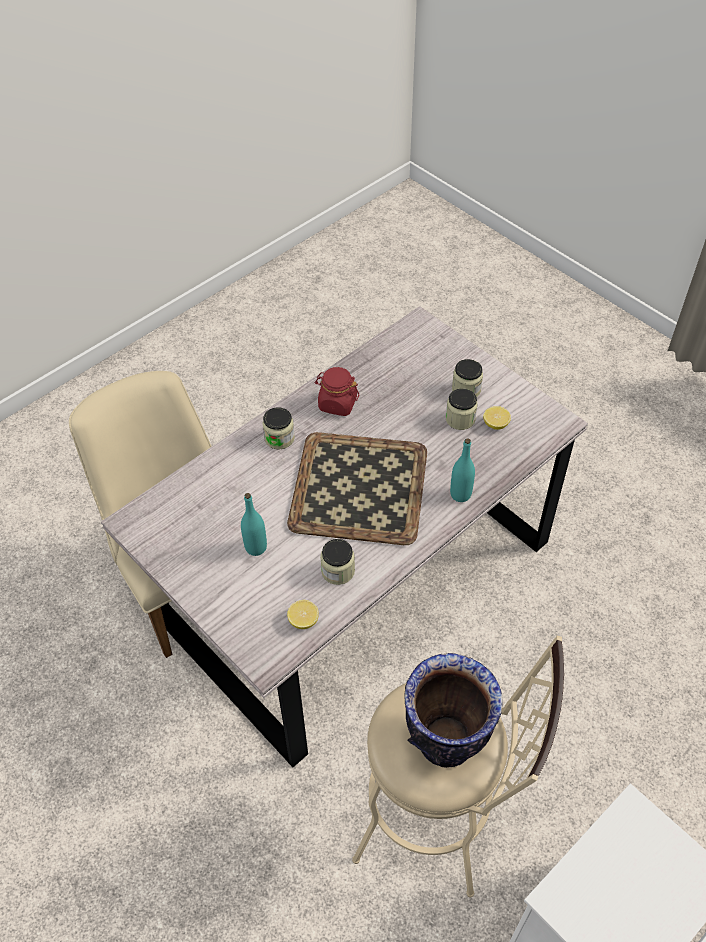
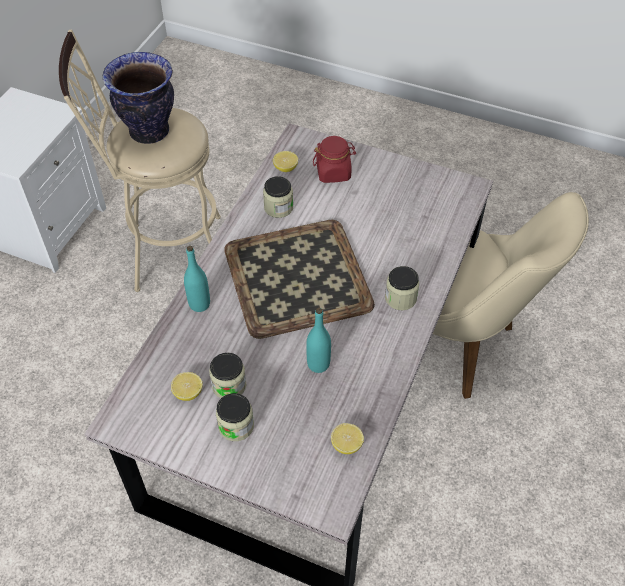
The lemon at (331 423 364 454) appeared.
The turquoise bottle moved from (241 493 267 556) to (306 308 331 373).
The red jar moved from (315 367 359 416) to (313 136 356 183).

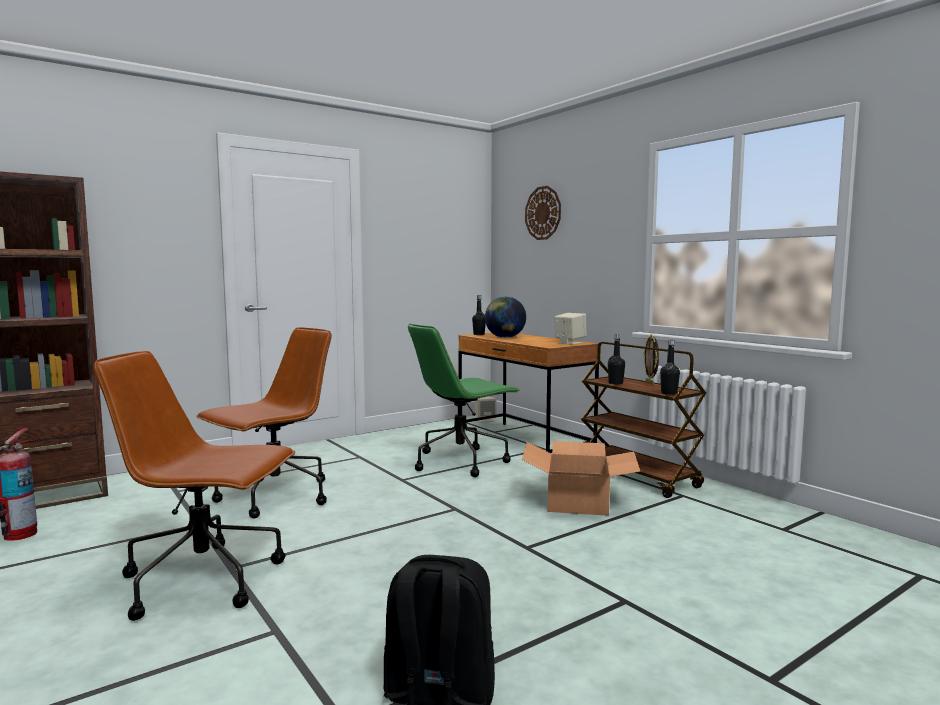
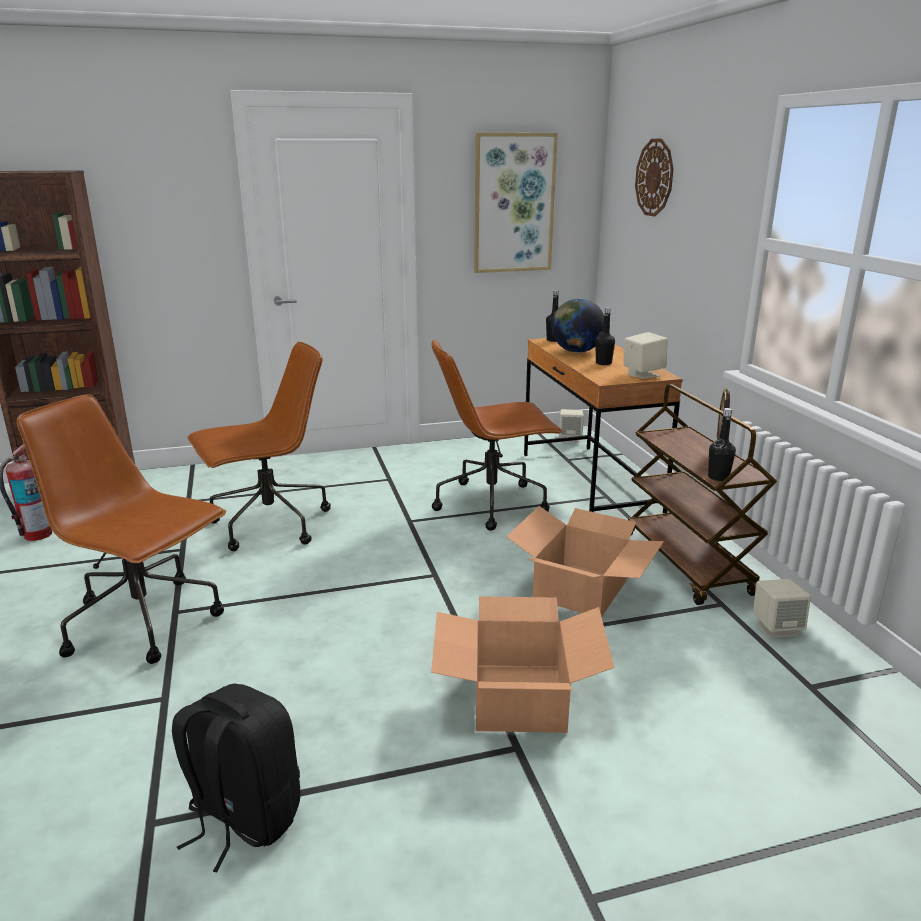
The cardboard box at (431 596 614 733) appeared.
The picture at (474 133 558 273) appeared.
The beige speaker at (753 579 811 638) appeared.
The black bottle moved from (608 334 625 385) to (595 307 615 365).
The green office chair at (408 324 520 477) became the brown office chair at (432 339 563 531).

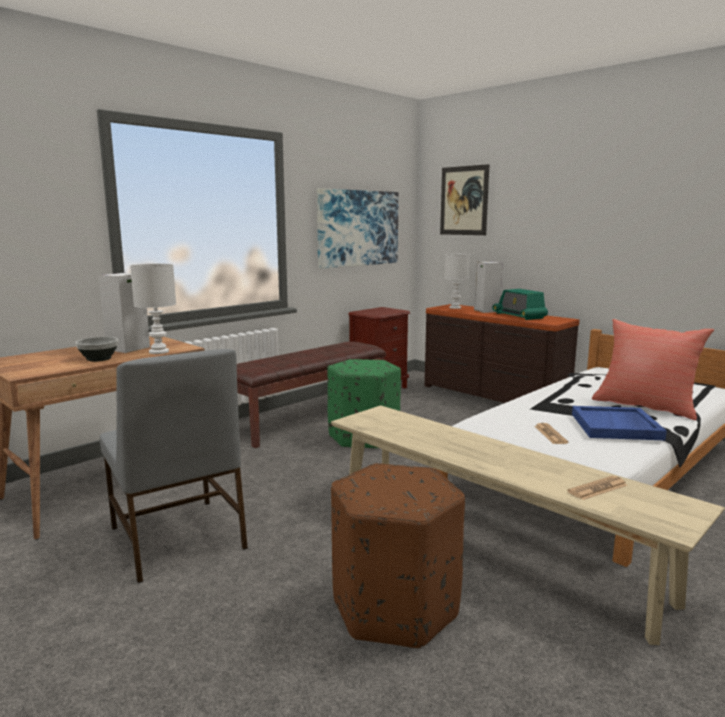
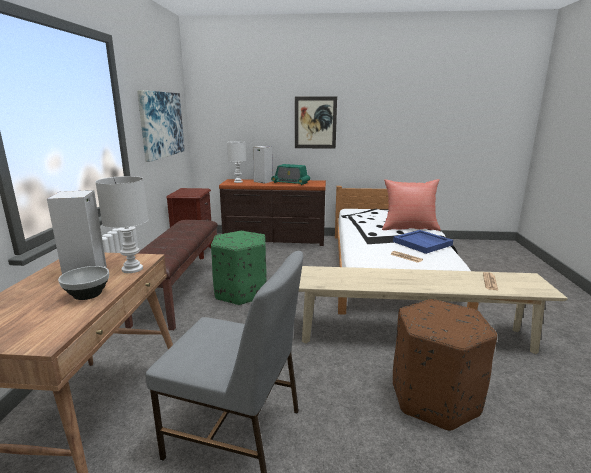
The picture moved from (440 164 490 235) to (295 97 337 149).

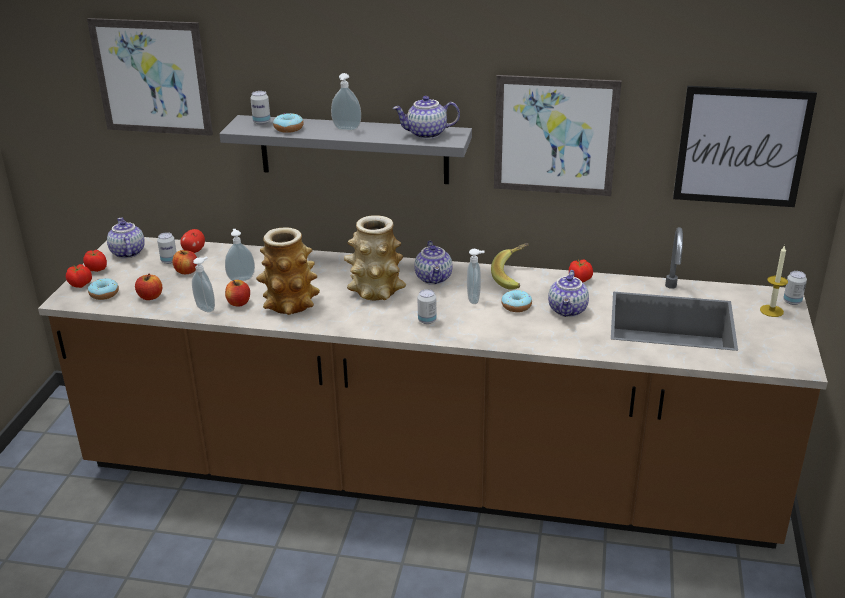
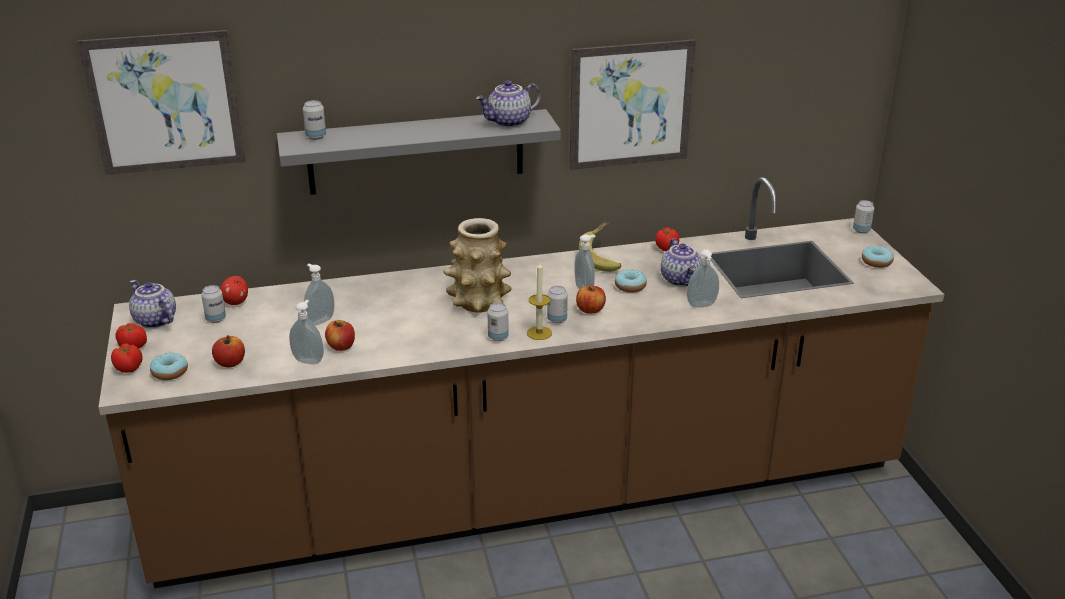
The vase at (256 227 320 315) disappeared.
The teapot at (414 241 452 285) disappeared.
The picture at (673 86 817 207) disappeared.
The can at (487 303 509 341) appeared.
The apple moved from (172 250 198 274) to (576 286 606 314).
The donut moved from (273 113 304 133) to (862 245 894 268).
The soap dispenser moved from (331 73 361 130) to (687 250 719 308).
The candle moved from (760 245 788 317) to (527 262 552 340).

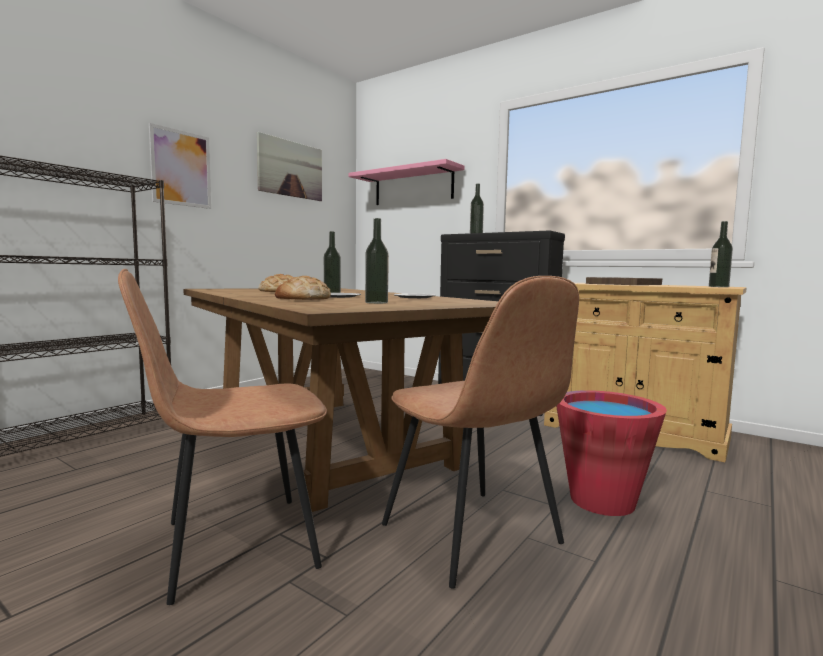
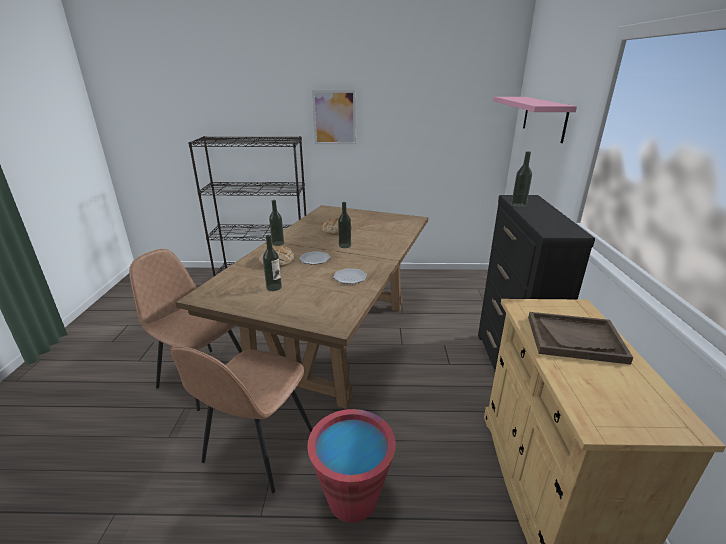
The picture at (257 132 322 201) disappeared.
The bottle moved from (709 221 733 287) to (269 200 284 246).

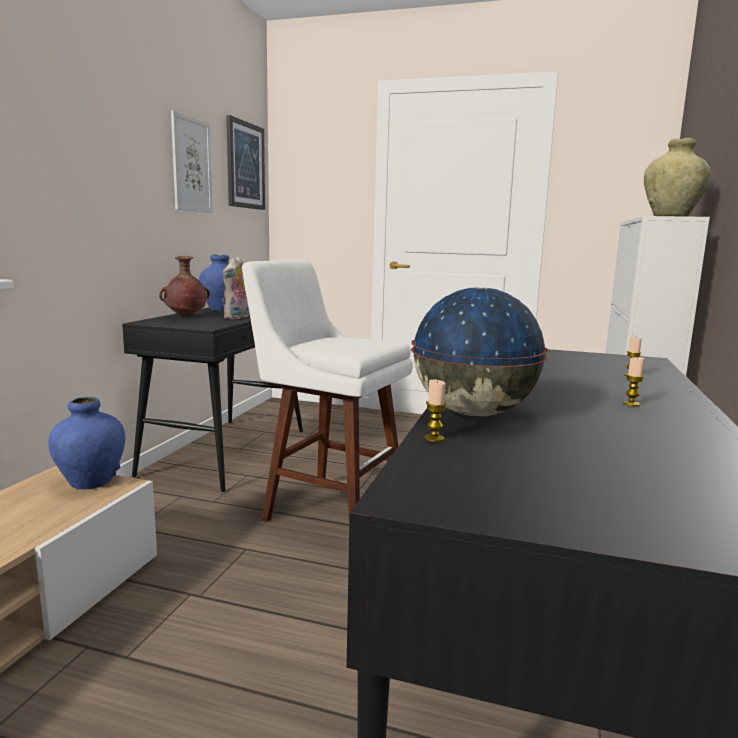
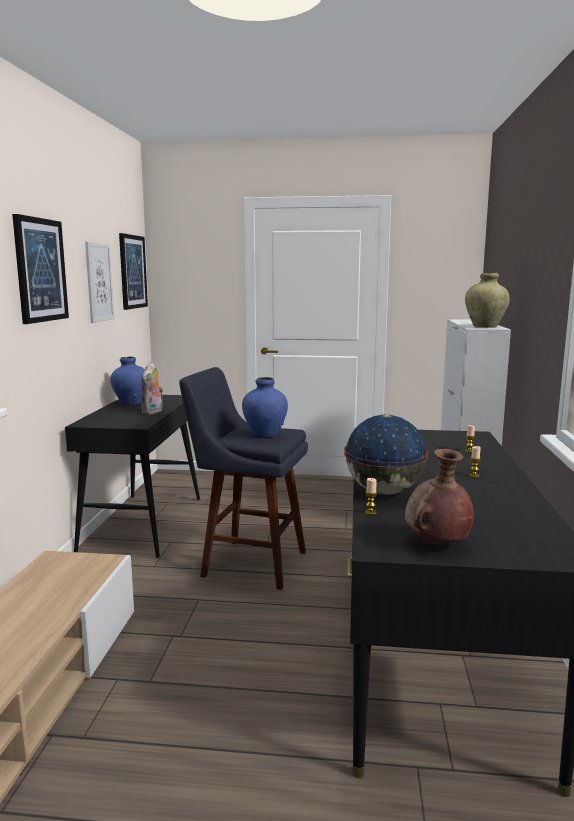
The picture at (12 214 69 324) appeared.
The blue vase moved from (48 397 125 490) to (242 377 288 438).
The brown vase moved from (159 256 210 317) to (405 449 474 544).
The white stool at (242 260 413 522) became the blue stool at (179 367 308 590).

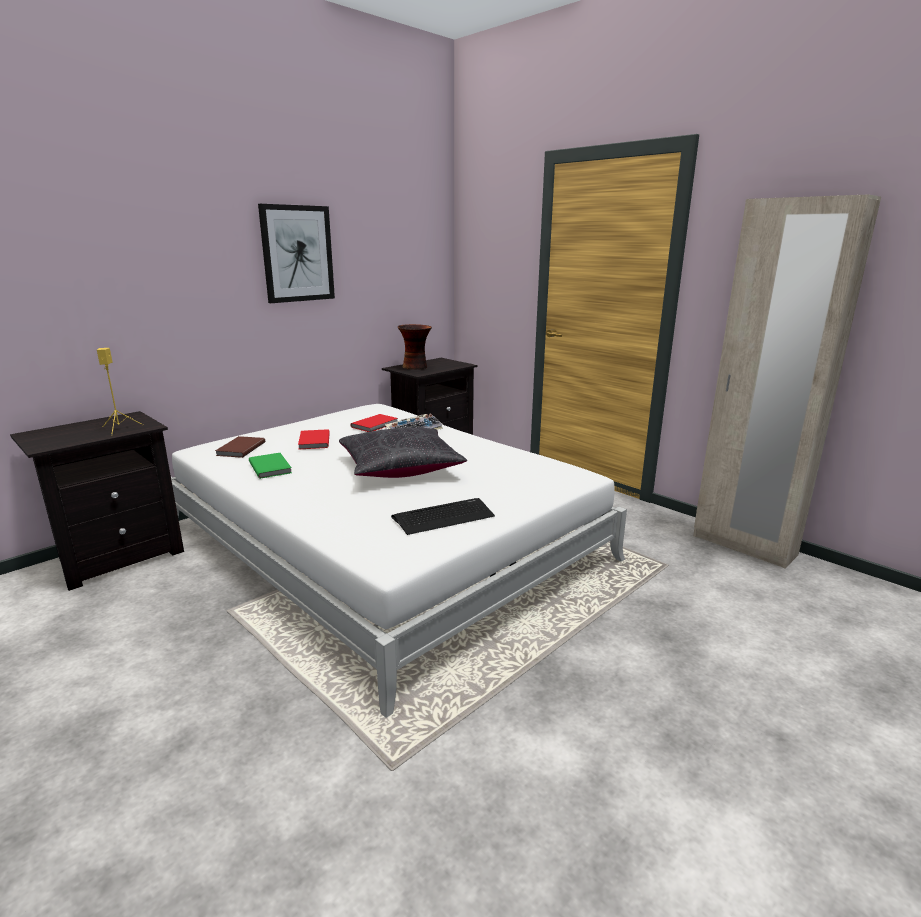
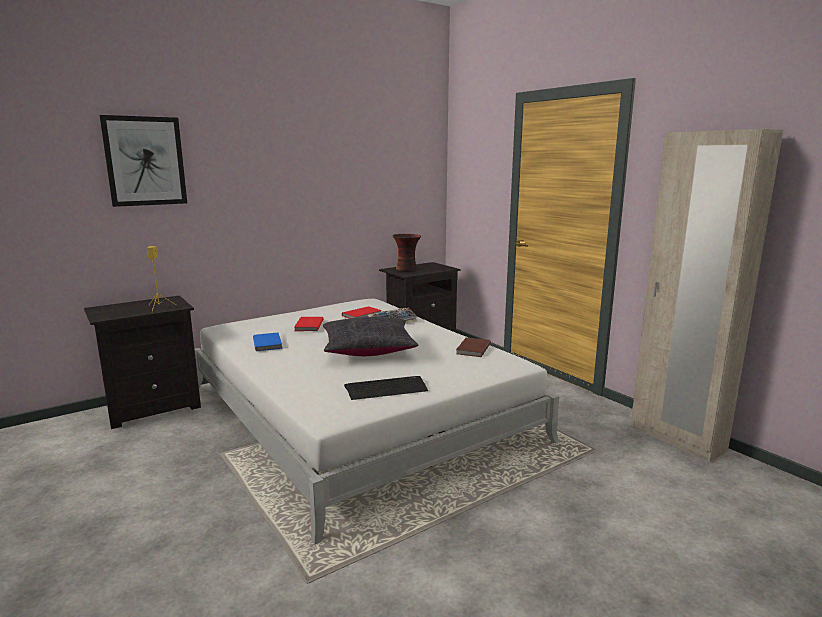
The brown book moved from (215 436 265 458) to (456 337 491 357).
The picture moved from (258 204 335 303) to (99 115 187 207).
The green book at (249 453 292 479) became the blue book at (253 333 283 351).

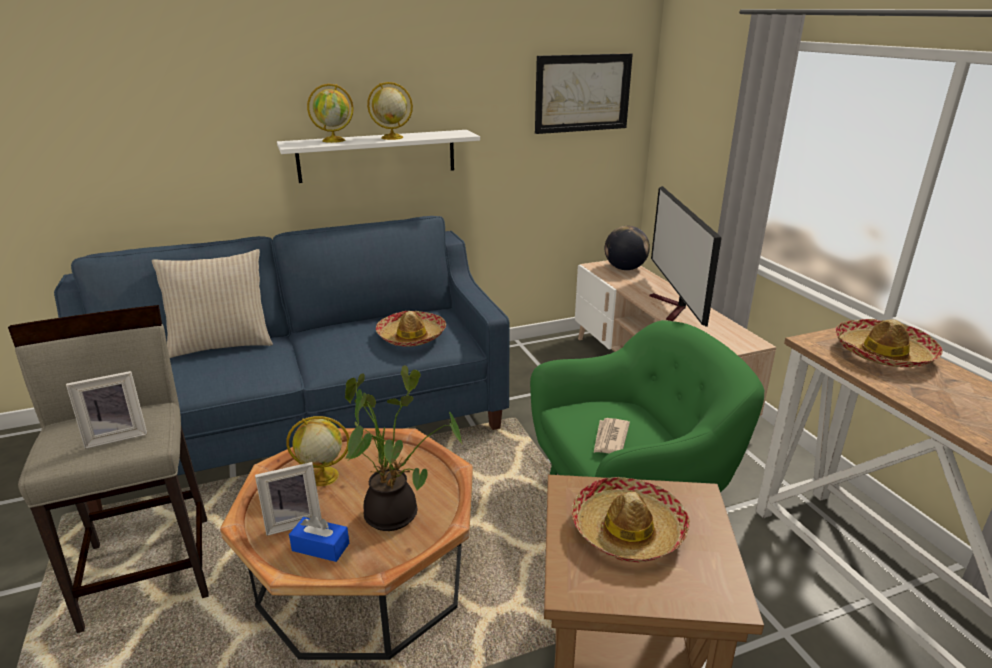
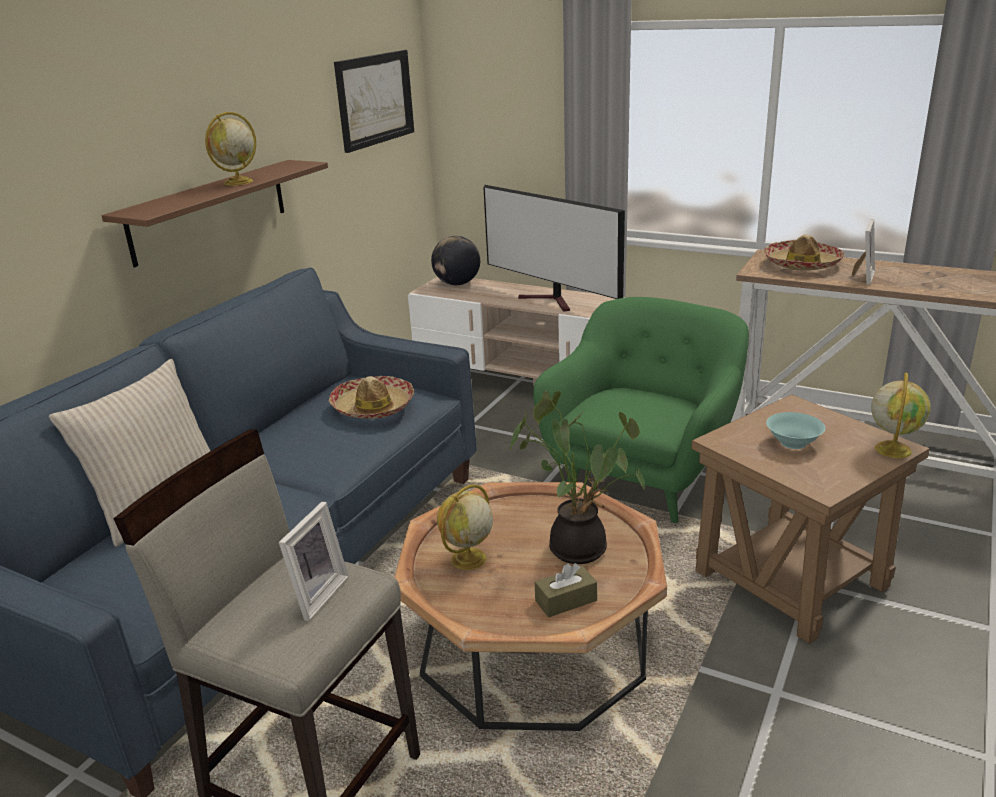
The newspaper at (594 418 630 454) disappeared.
The picture frame moved from (255 462 322 536) to (852 220 875 285).
The globe moved from (307 84 353 143) to (871 373 931 458).
The hat at (572 477 690 562) was replaced by the turquoise bowl at (766 412 825 449).
The white shelf at (277 130 480 183) became the brown shelf at (102 160 328 267).
The blue tissue box at (289 515 349 562) became the brown tissue box at (535 563 597 617).

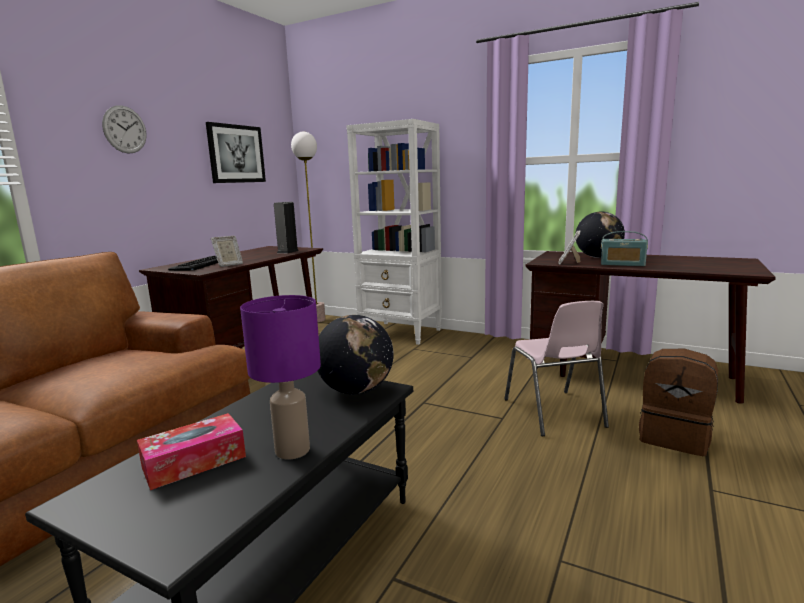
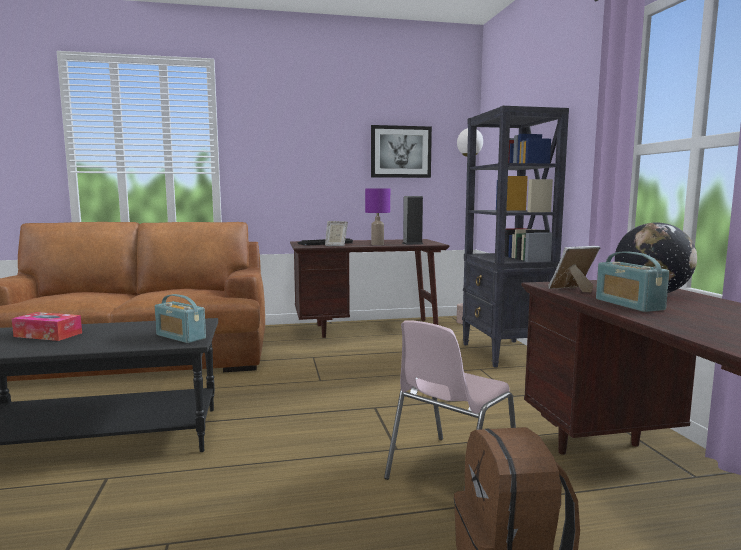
The wall clock at (102 105 147 154) disappeared.
The purple table lamp moved from (240 295 321 460) to (365 188 390 245).
The globe at (317 315 394 394) was replaced by the radio at (155 294 206 343).
The white bookcase at (346 119 442 345) became the black bookcase at (462 106 569 368).

